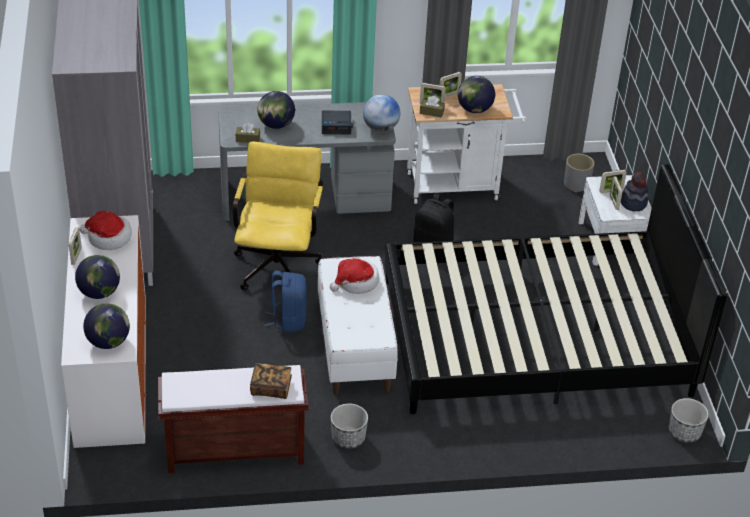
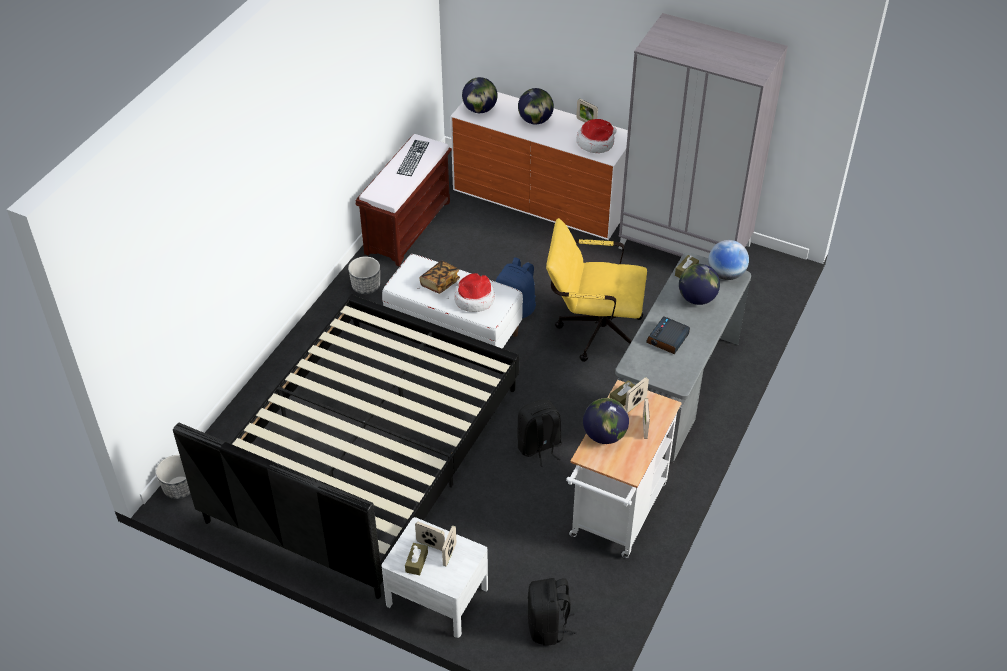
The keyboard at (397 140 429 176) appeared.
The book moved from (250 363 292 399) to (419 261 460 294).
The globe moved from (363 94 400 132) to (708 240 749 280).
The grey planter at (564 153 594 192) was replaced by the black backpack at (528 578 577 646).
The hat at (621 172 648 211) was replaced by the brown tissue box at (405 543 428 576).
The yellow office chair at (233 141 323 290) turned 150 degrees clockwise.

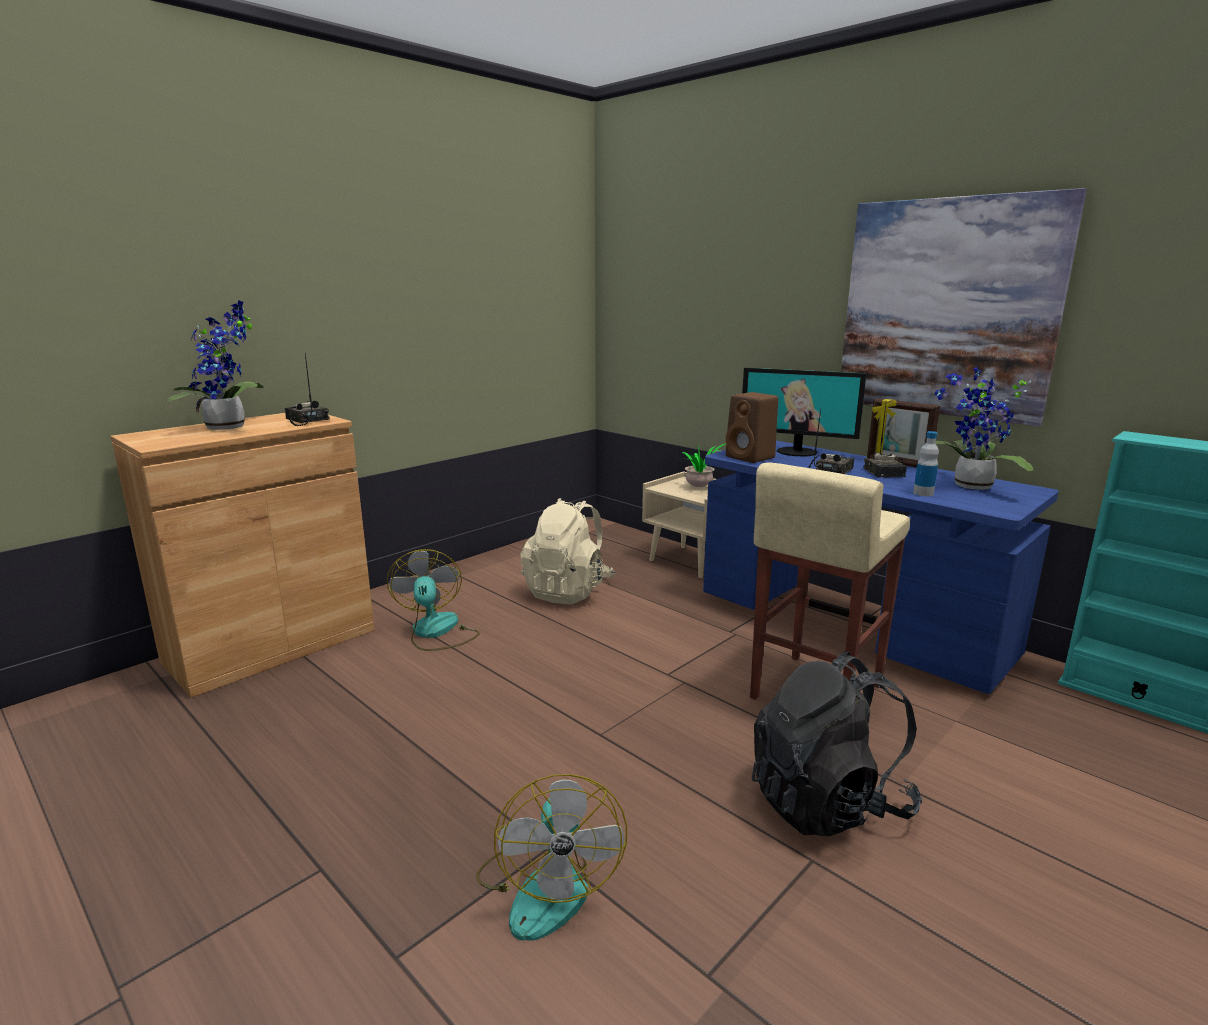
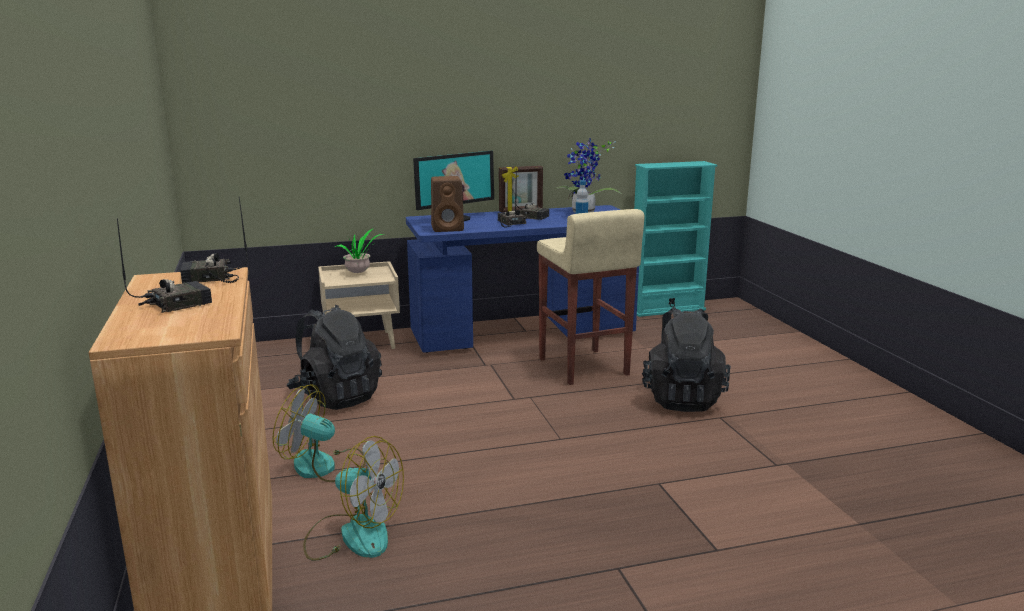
The picture at (841 188 1087 426) disappeared.
The fan moved from (476 774 627 941) to (303 436 404 561).
The potted plant at (167 300 264 430) was replaced by the radio at (117 218 212 313).
The beige backpack at (520 498 615 604) became the black backpack at (287 305 382 410).

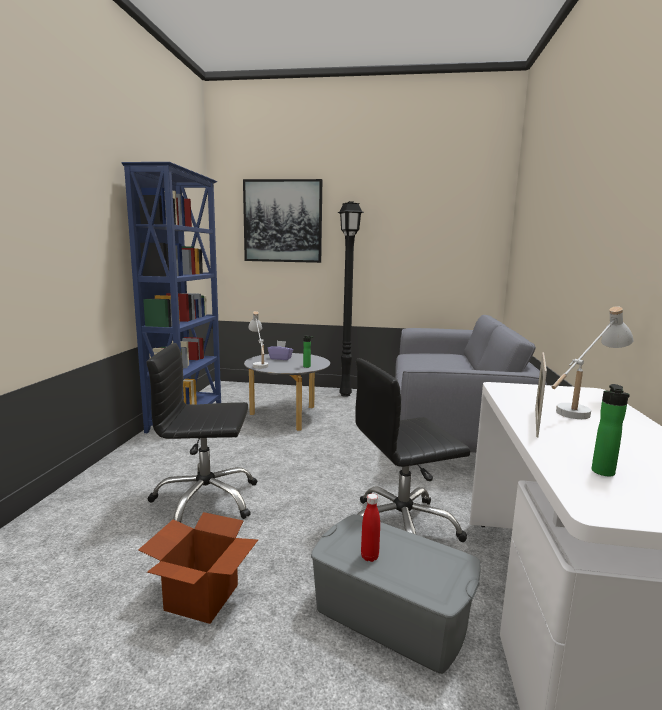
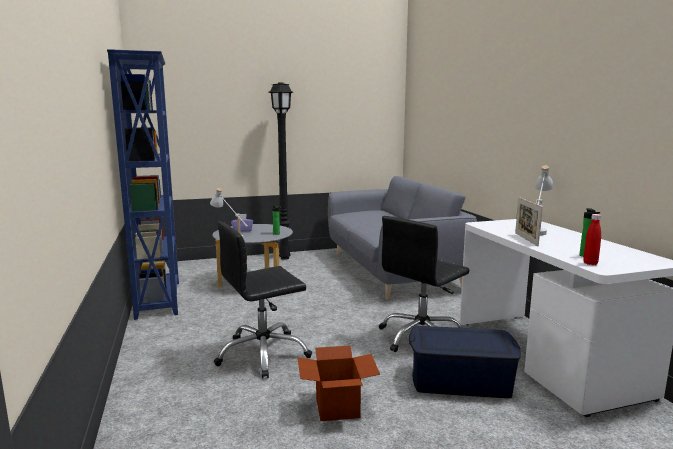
The picture at (243 179 322 263) disappeared.
The red bottle moved from (361 494 380 562) to (583 214 601 265).
The grey storage box at (311 514 481 674) became the blue storage box at (409 326 521 398).

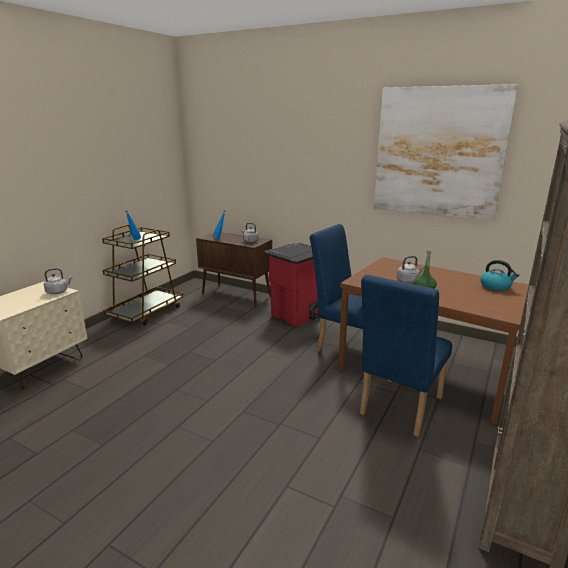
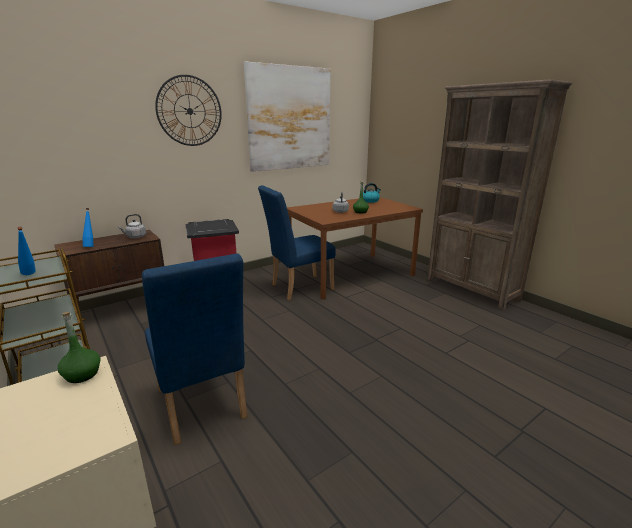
The wall clock at (155 75 222 146) appeared.
The blue chair moved from (359 274 452 437) to (142 253 248 445).
The grey kettle at (44 268 73 294) was replaced by the green bottle at (57 312 101 383).

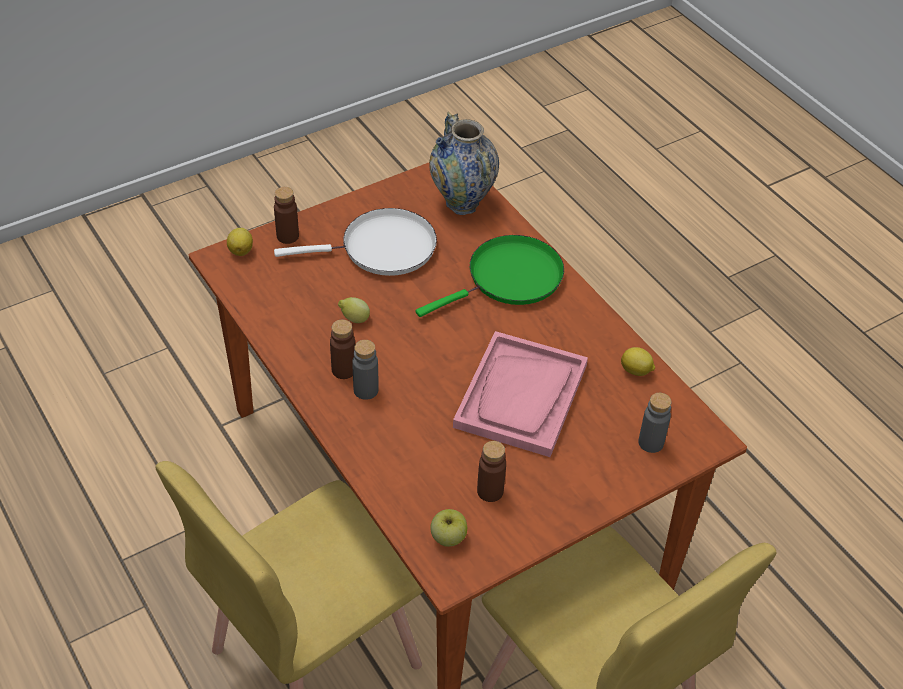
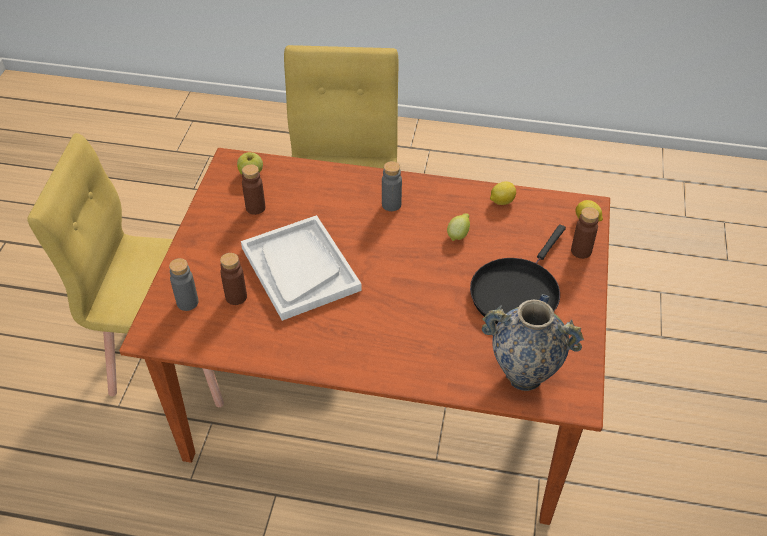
The green frying pan at (416 235 564 317) disappeared.
The brown bottle moved from (330 320 355 379) to (220 253 247 305).
The lemon moved from (621 347 655 376) to (490 181 516 205).
The white frying pan at (274 208 437 276) became the black frying pan at (470 224 566 324).
The pink tray at (453 331 588 457) became the white tray at (241 215 362 321).

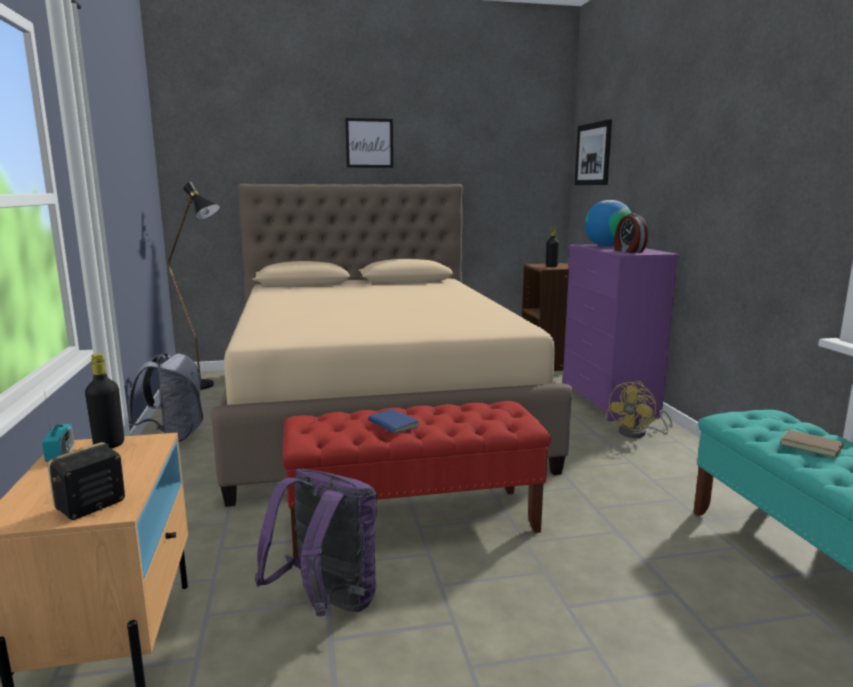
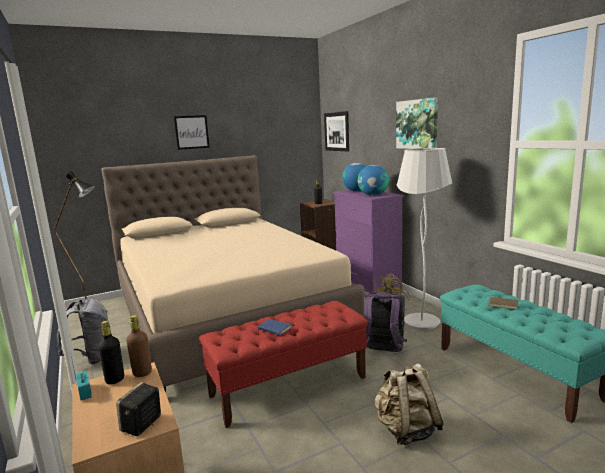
The brown bottle at (126 315 152 377) appeared.
The beige backpack at (374 363 444 445) appeared.
The picture at (396 97 438 149) appeared.
The white floor lamp at (396 148 453 330) appeared.
The purple backpack moved from (255 469 377 616) to (364 292 407 352).
The alarm clock at (614 214 648 253) was replaced by the globe at (358 165 389 195).

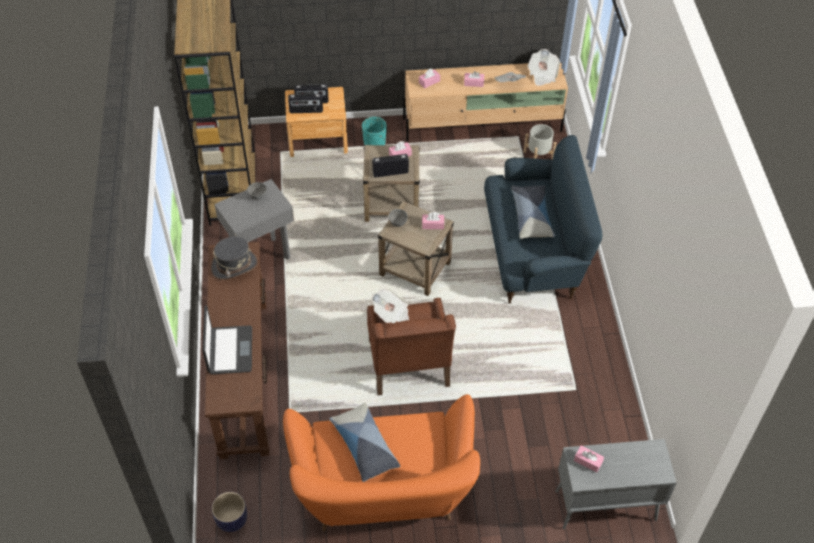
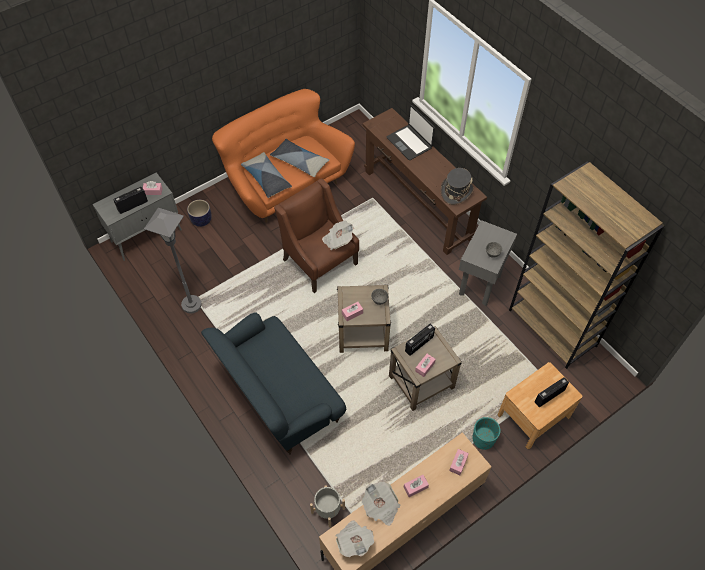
The grey floor lamp at (144 208 202 314) appeared.
The planter moved from (212 492 247 532) to (187 200 212 227).
The radio moved from (288 94 323 113) to (114 187 148 214).
The pillow moved from (511 185 555 239) to (241 152 292 198).

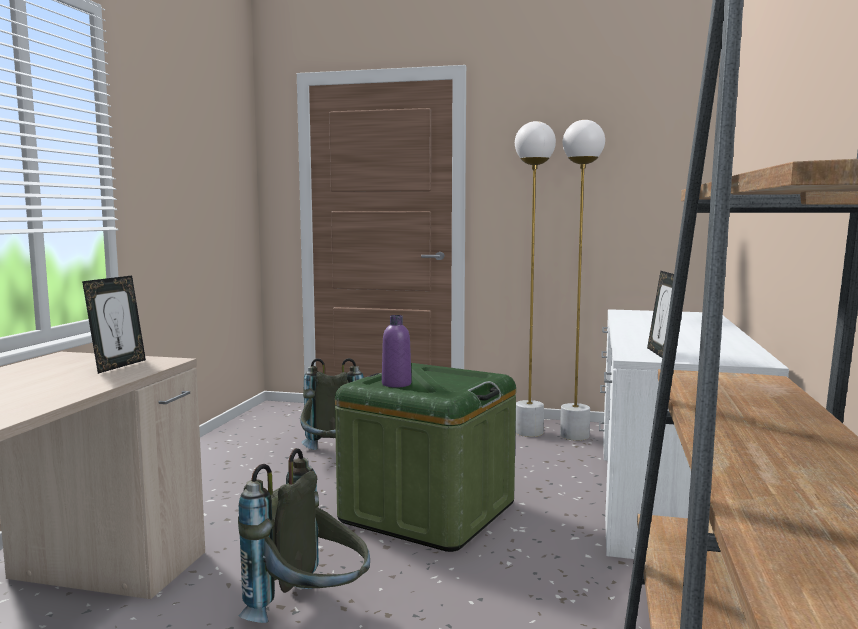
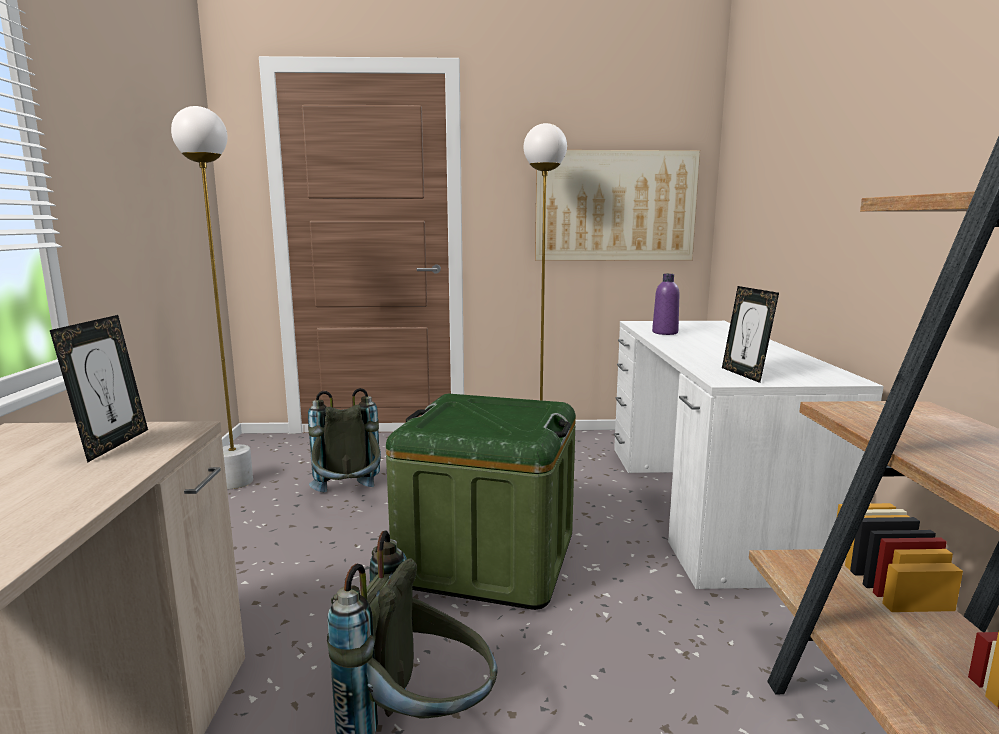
The picture at (535 150 700 261) appeared.
The purple bottle moved from (382 315 412 388) to (652 274 679 335).
The white floor lamp moved from (560 120 605 441) to (171 106 253 489).

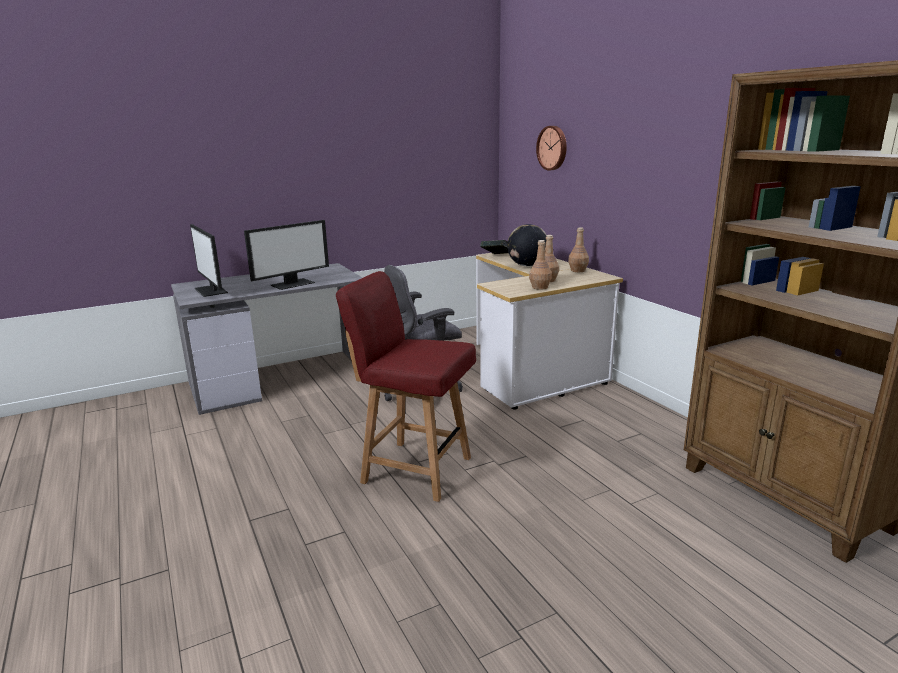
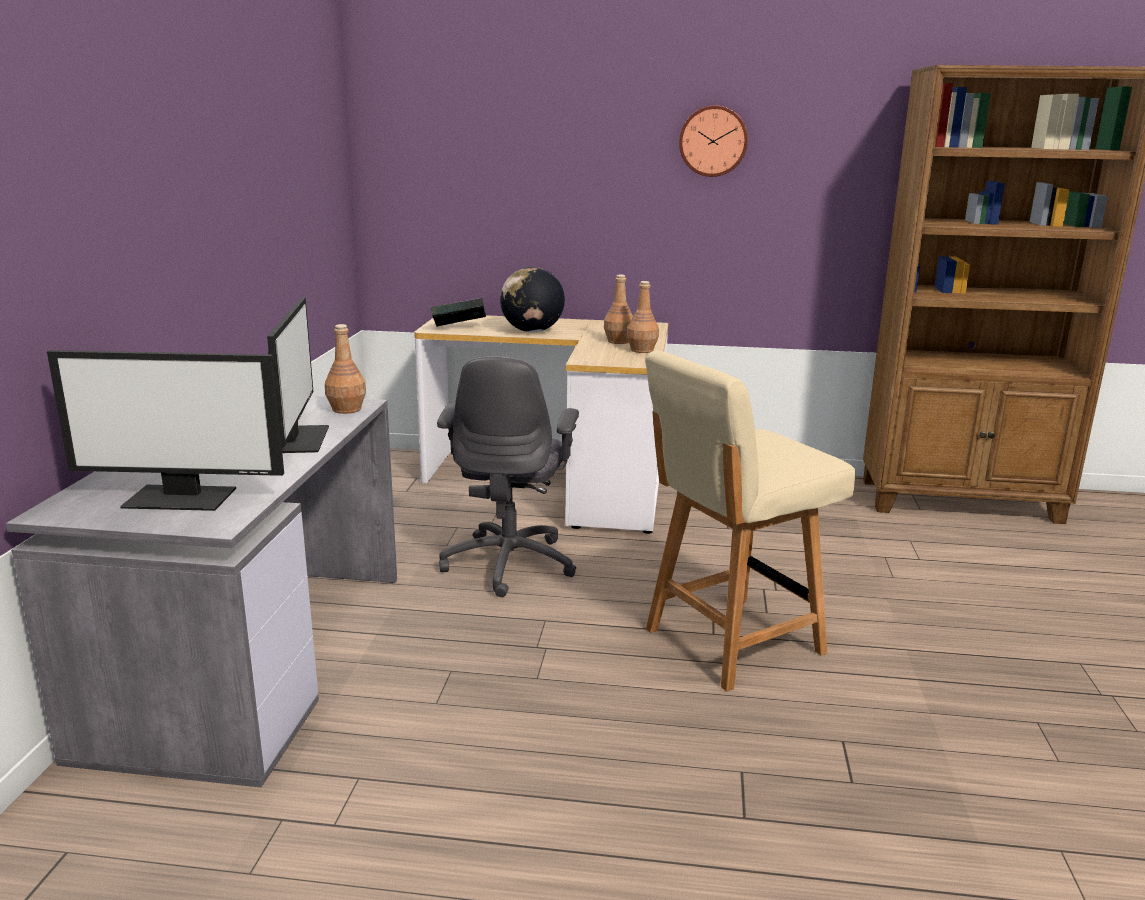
The wall clock moved from (536 126 567 170) to (679 105 748 177).
The brown bottle moved from (568 227 589 272) to (325 324 366 414).
The red chair at (336 271 476 502) became the beige chair at (645 350 856 692).

